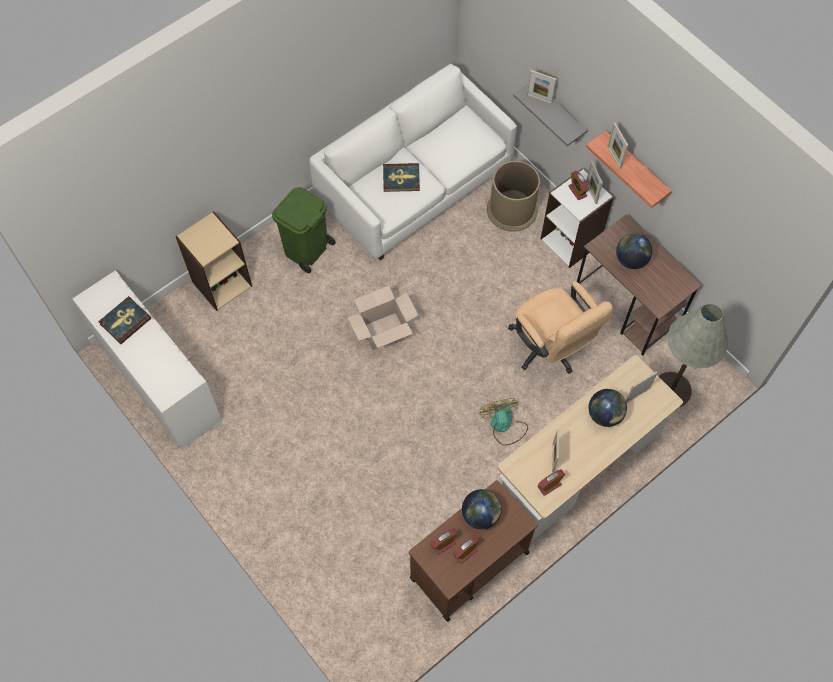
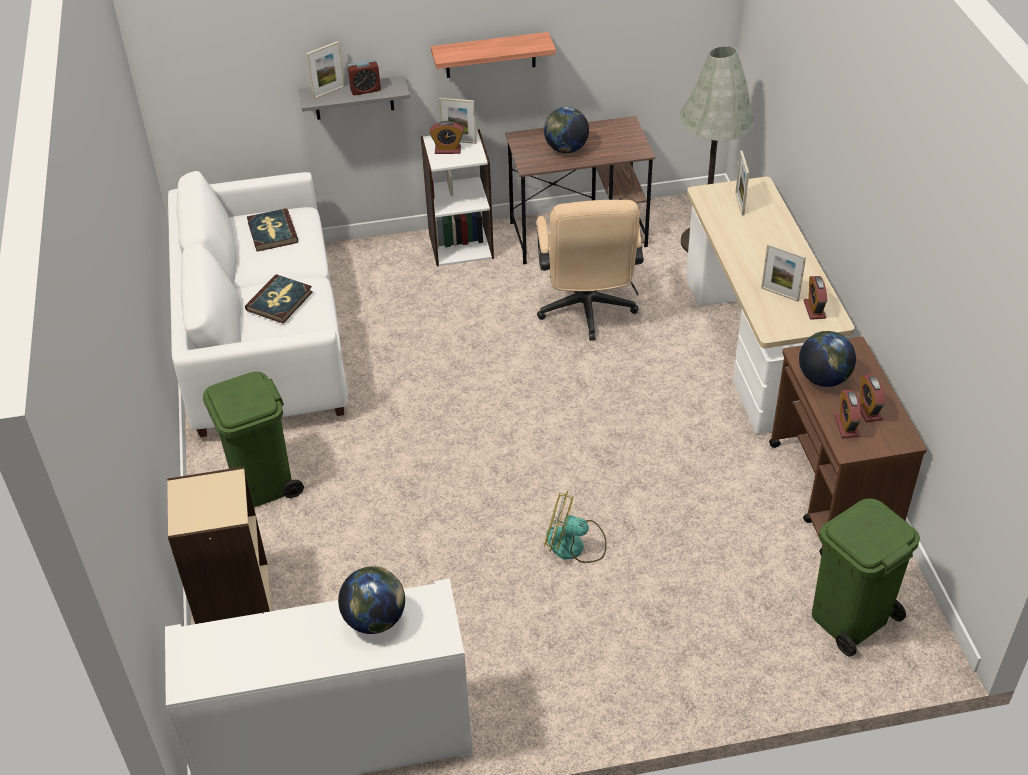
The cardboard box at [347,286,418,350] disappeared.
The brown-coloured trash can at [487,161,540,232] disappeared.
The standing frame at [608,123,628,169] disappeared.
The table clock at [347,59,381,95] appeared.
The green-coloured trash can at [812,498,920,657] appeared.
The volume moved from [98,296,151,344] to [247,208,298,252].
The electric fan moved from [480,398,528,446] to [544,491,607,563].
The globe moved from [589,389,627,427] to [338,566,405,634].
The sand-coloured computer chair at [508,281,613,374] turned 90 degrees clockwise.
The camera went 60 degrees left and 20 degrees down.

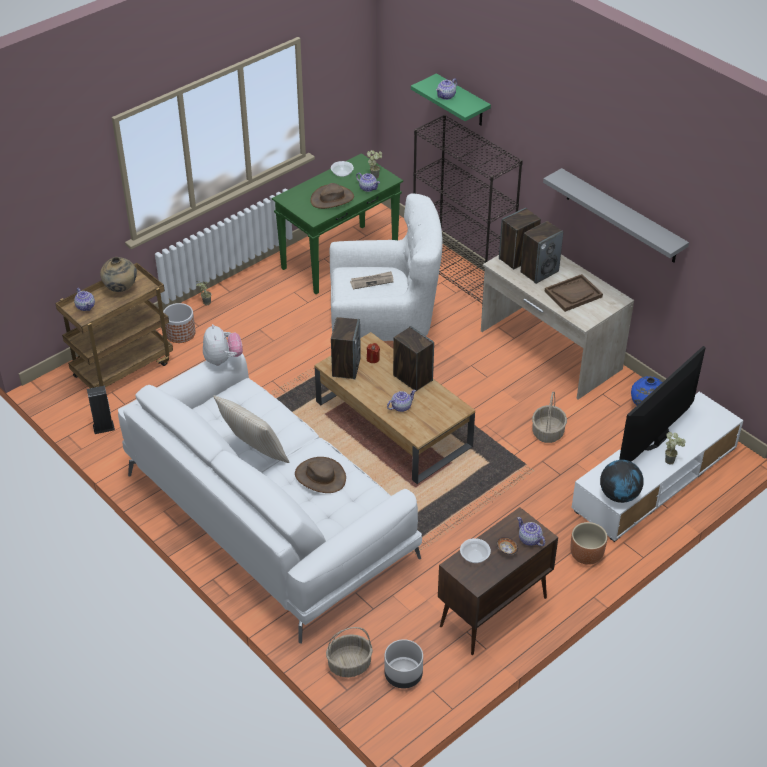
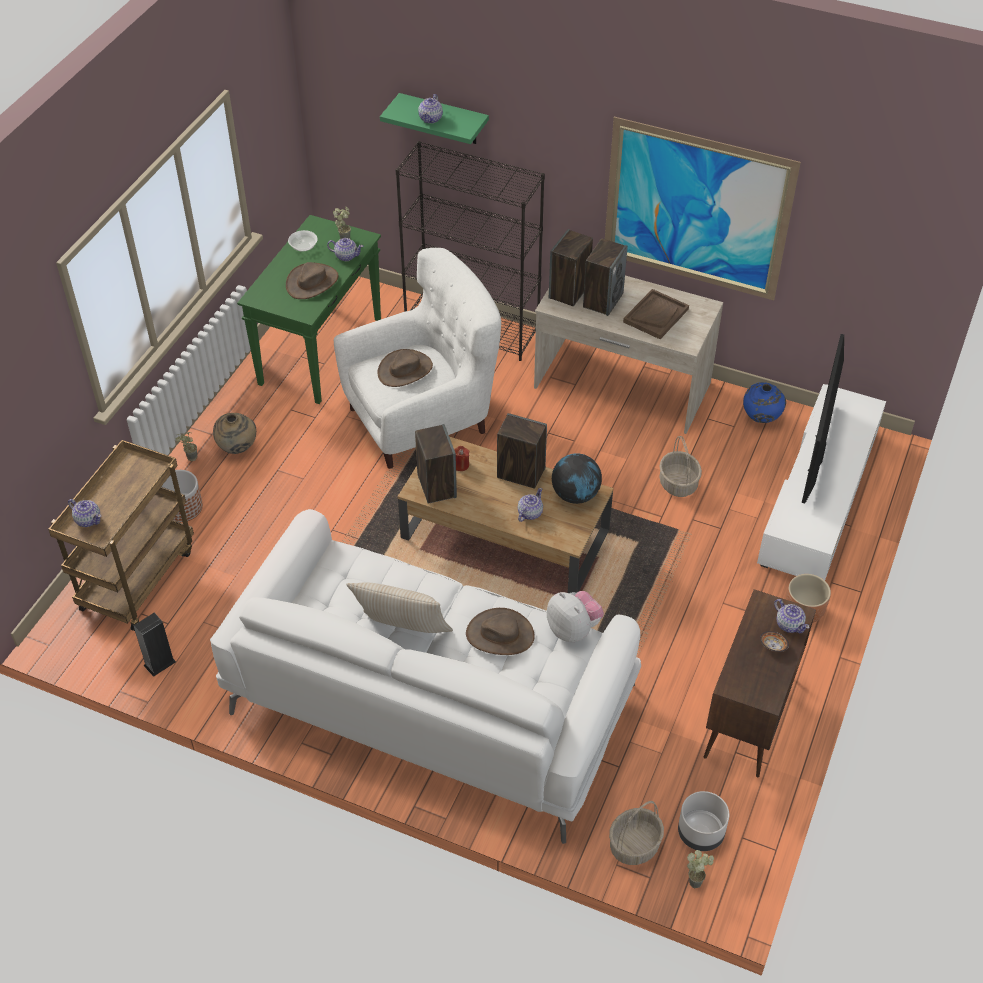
The bowl at [460,538,491,563] disappeared.
The sand-coloured flower vase moved from [100,257,137,292] to [213,413,256,454].
The cuddly toy moved from [203,324,243,366] to [547,591,604,642].
The globe moved from [600,460,644,503] to [552,453,602,504].
The potted plant moved from [665,432,686,464] to [687,850,714,888].
The printed paper at [350,271,393,289] was replaced by the brown-coloured hat at [378,349,433,387].
The gray shelf at [543,168,689,263] was replaced by the picture at [605,117,801,300].
The tea pot at [517,517,545,546] turned 150 degrees counterclockwise.
The camera went 25 degrees left and 5 degrees up.

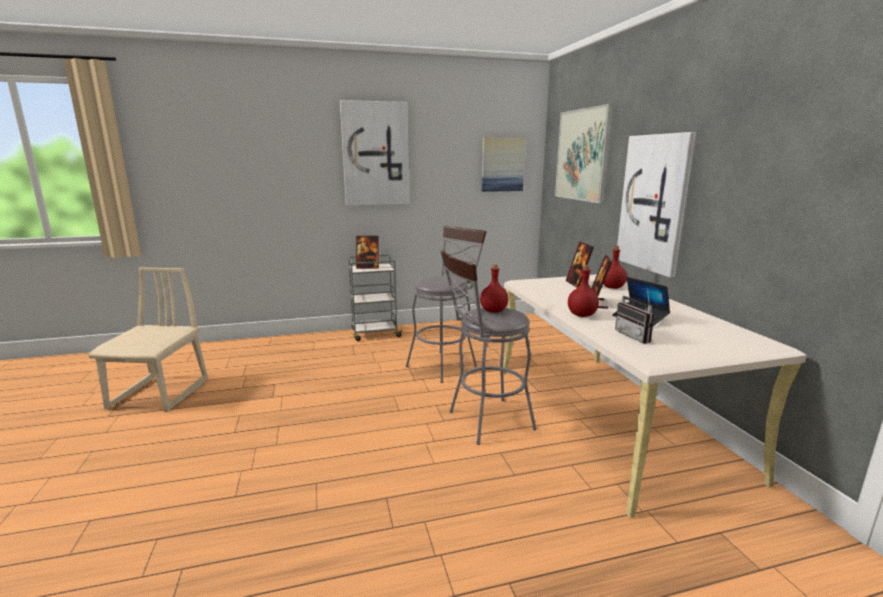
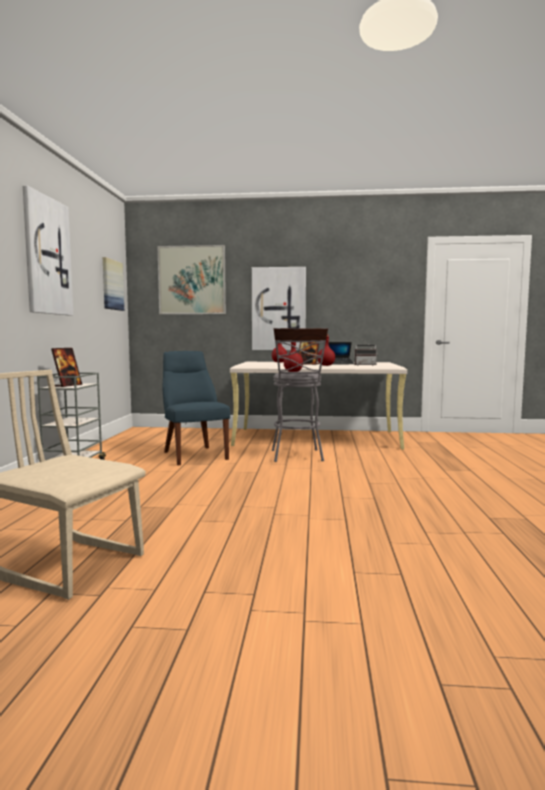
The standing frame at [565,241,594,288] disappeared.
The gray stool seat at [405,225,487,383] was replaced by the blue-coloured upright chair at [163,351,230,465].
The camera went 70 degrees left and 10 degrees down.

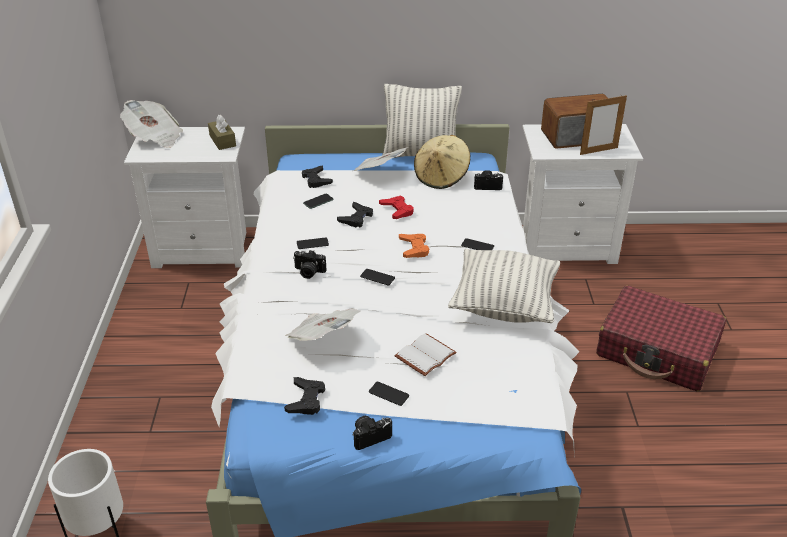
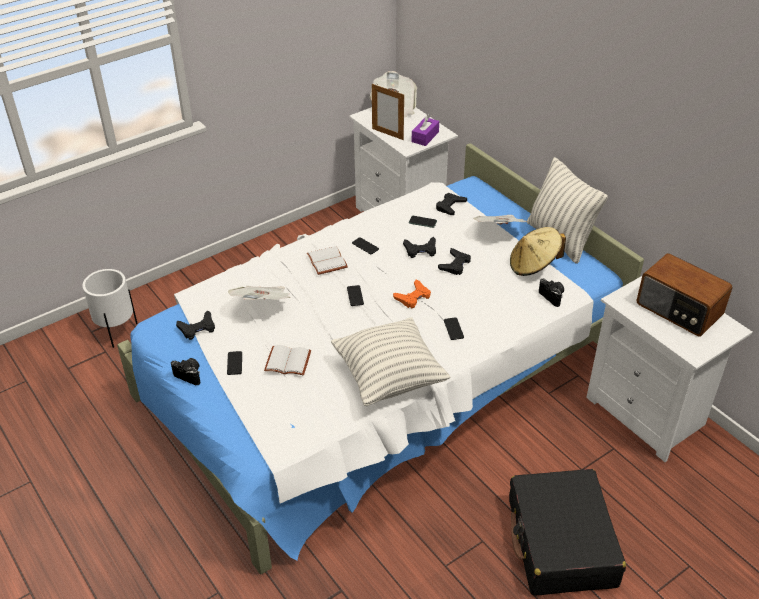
The standing frame moved from [580,95,627,155] to [372,84,404,140].
The photo camera at [293,250,327,279] was replaced by the white volume at [307,246,348,275].
The brown-coloured tissue box at [208,115,236,150] became the purple tissue box at [412,114,439,146].
The red joypad at [379,196,414,219] became the blackish joypad at [438,248,471,275].
The red travel case at [596,285,726,391] became the blackish travel case at [509,469,626,596].
The camera went 55 degrees right and 5 degrees up.

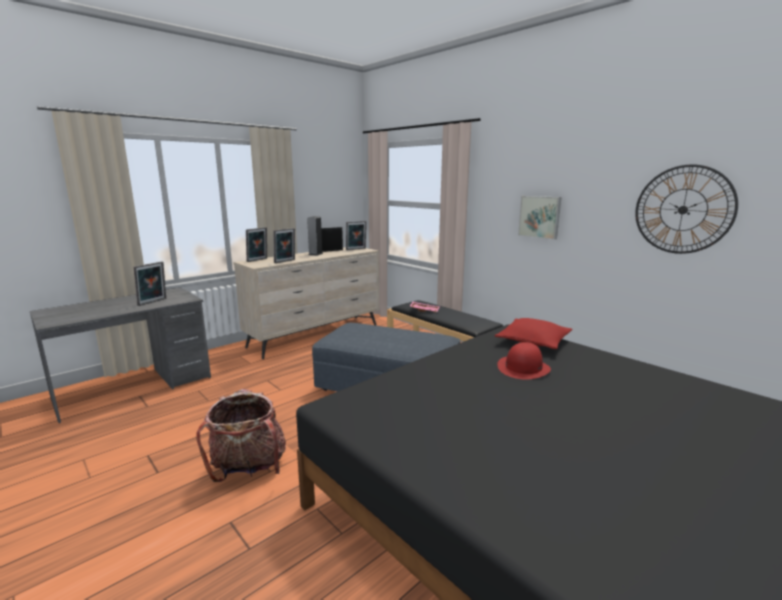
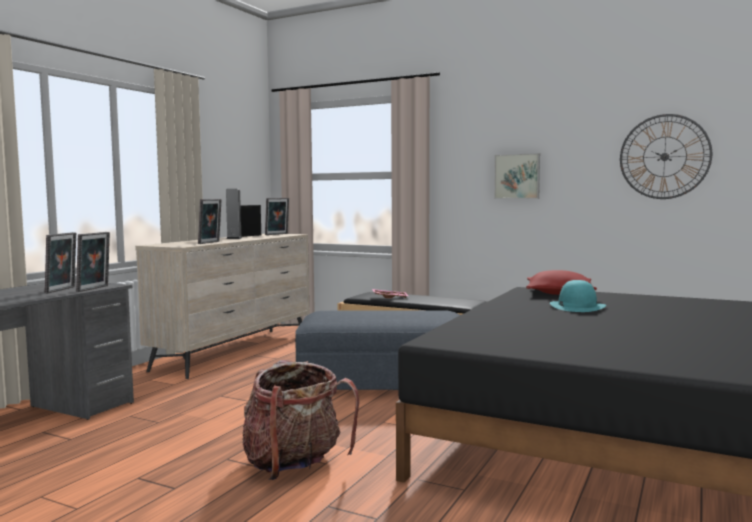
The standing frame moved from [246,227,267,262] to [76,232,110,292].
The red hat at [497,342,551,379] became the turquoise-coloured hat at [550,280,606,312].
The camera went 20 degrees left and 10 degrees down.

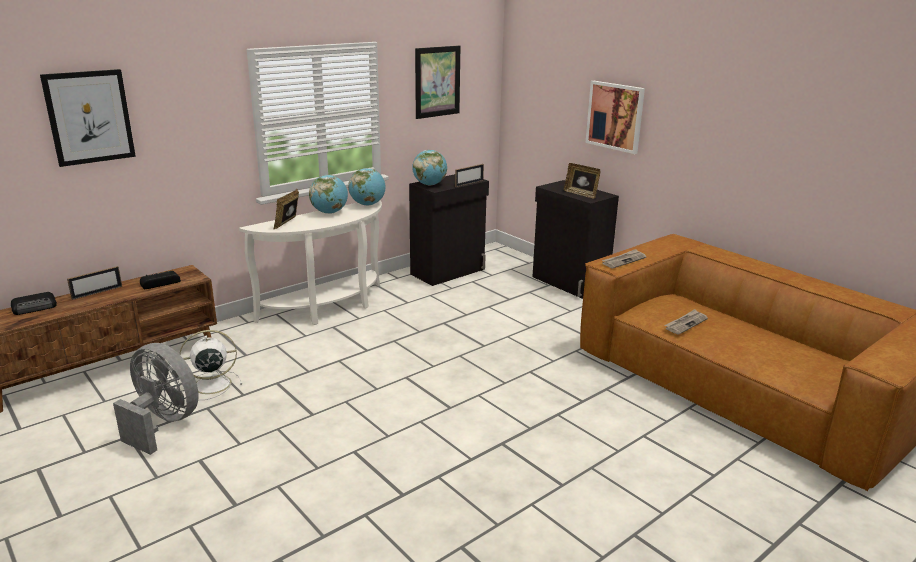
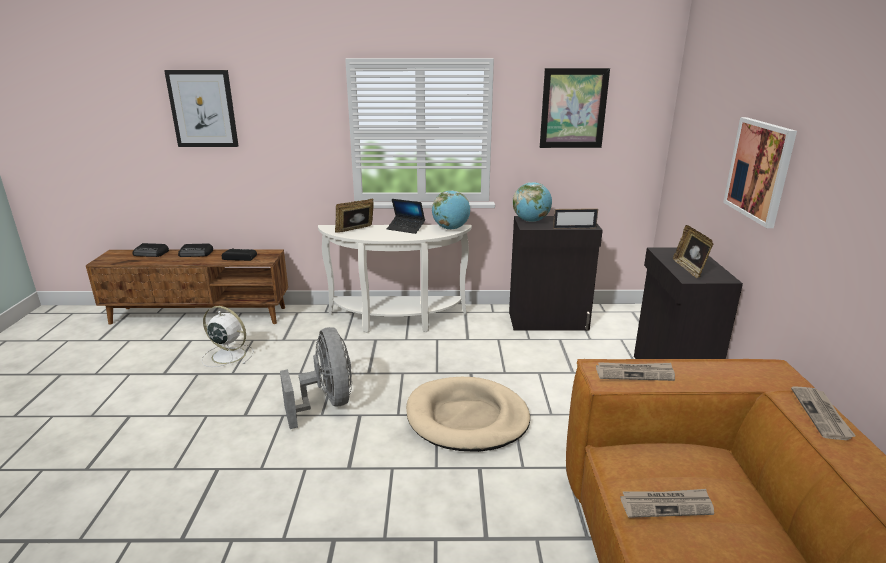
The sand-coloured pet bed at [406,377,530,452] appeared.
The printed paper at [791,387,856,440] appeared.
The gray electric fan moved from [113,343,199,455] to [280,327,352,429].
The standing frame at [67,266,122,300] was replaced by the radio at [178,244,213,257].
The globe at [309,175,348,214] was replaced by the portable computer at [387,199,425,234].
The camera went 40 degrees right and 0 degrees up.

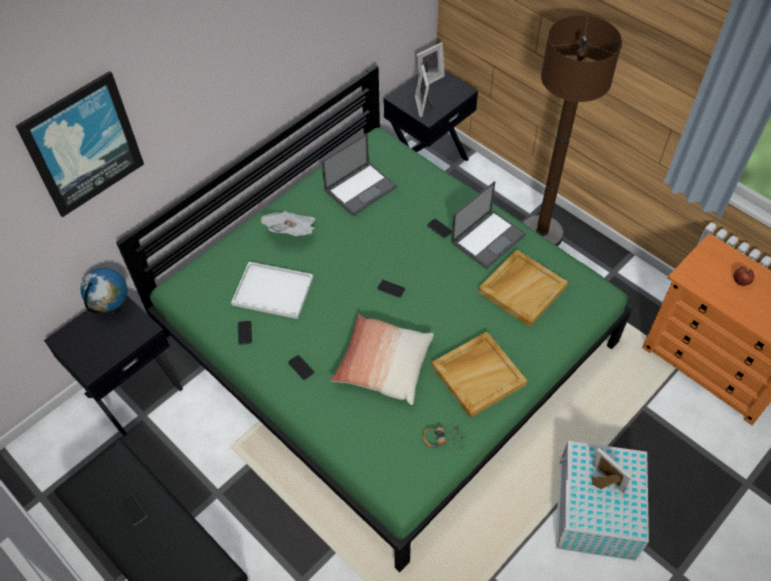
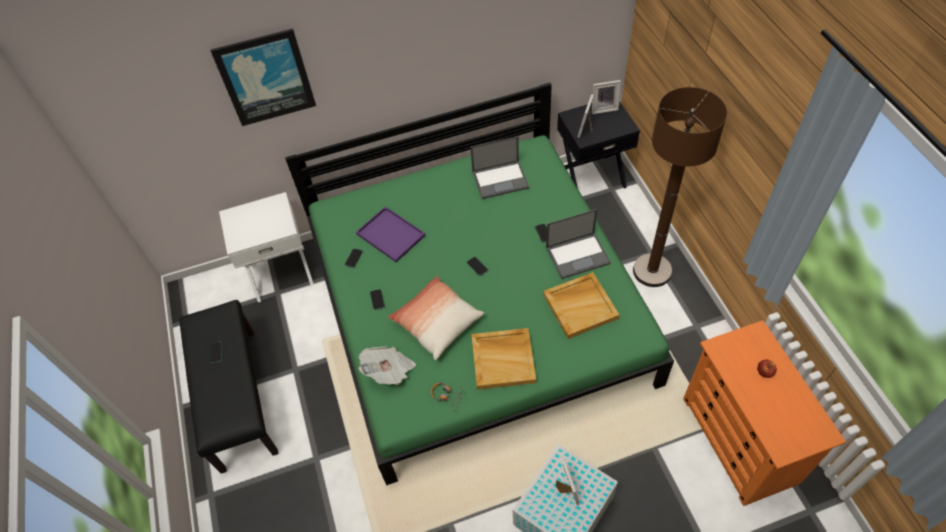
The globe at [80,268,127,314] disappeared.
The printed paper moved from [261,211,315,236] to [358,347,416,385].
The blackish bedside table at [44,295,183,436] became the white bedside table at [219,192,314,302].
The white serving tray at [231,262,313,319] became the purple serving tray at [356,206,426,262].
The camera went 30 degrees right and 0 degrees up.

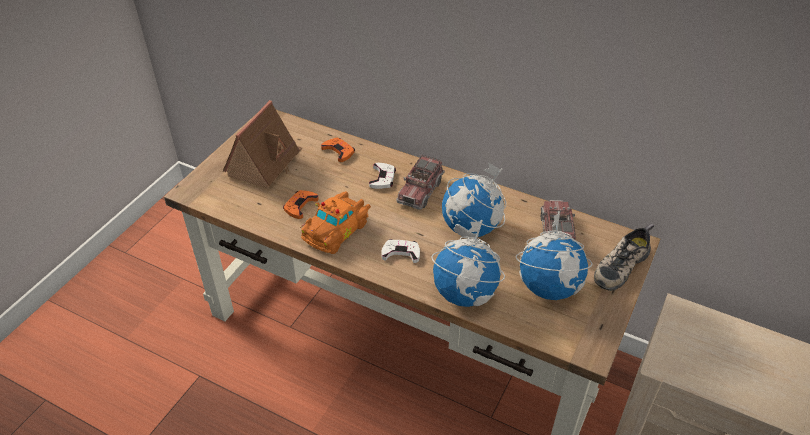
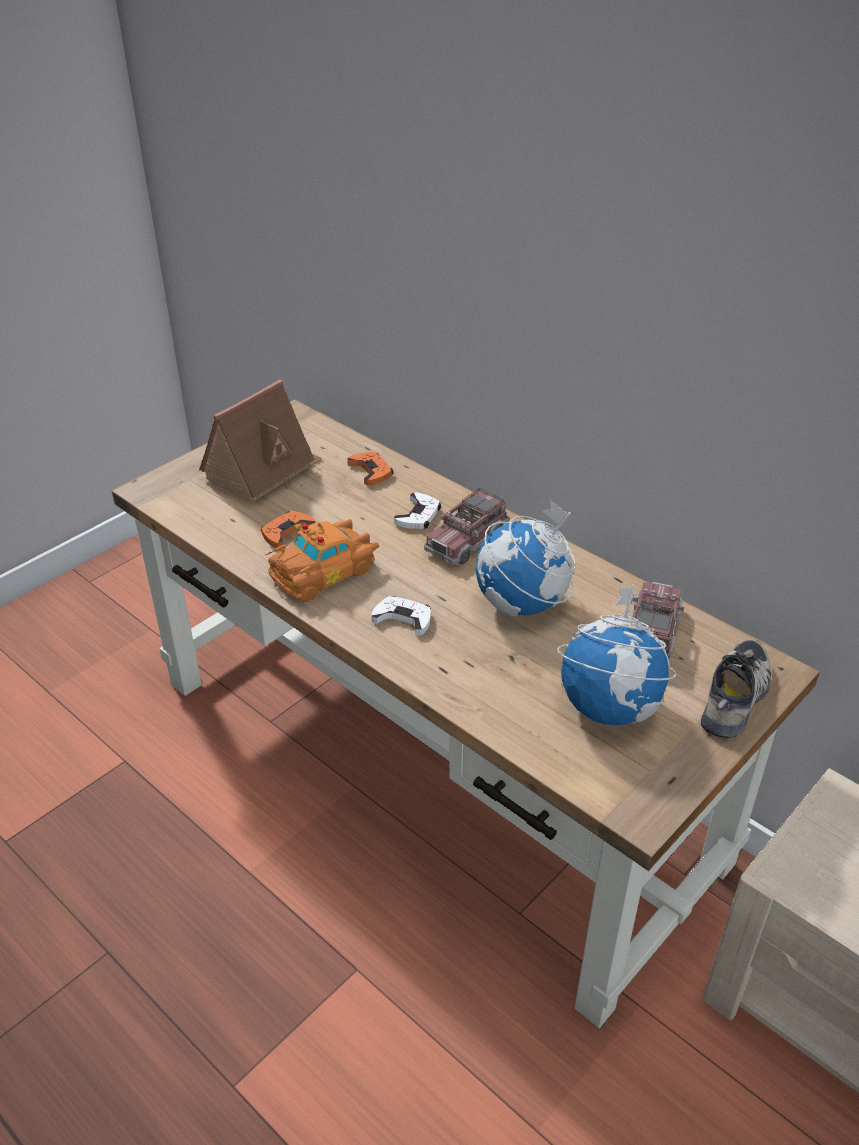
The globe at [431,220,505,307] disappeared.
The item of footwear at [594,224,654,291] turned 150 degrees clockwise.
The camera went 15 degrees right and 5 degrees down.

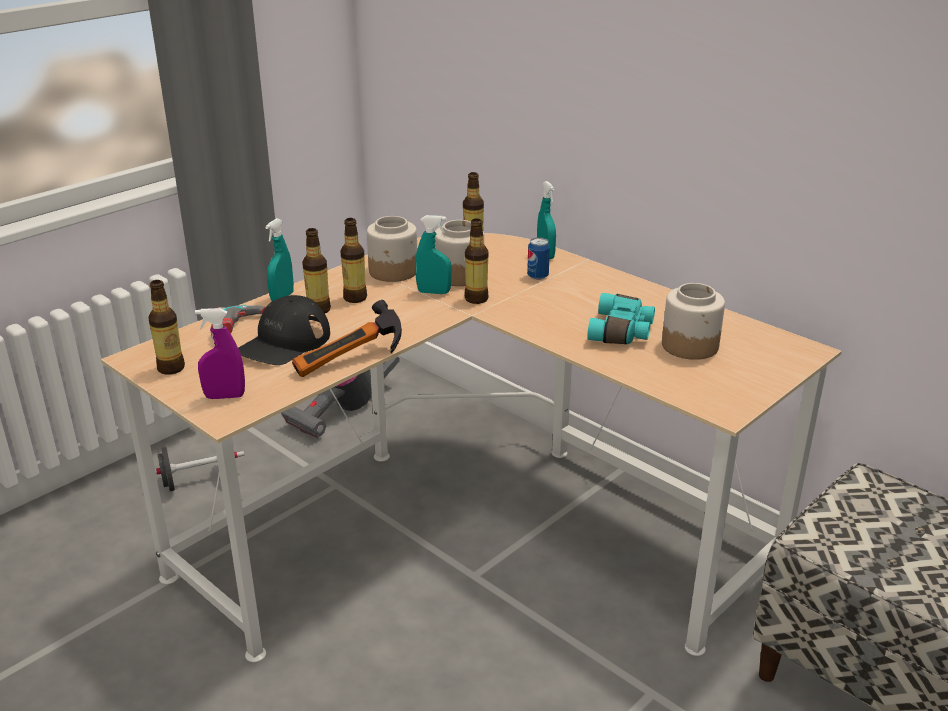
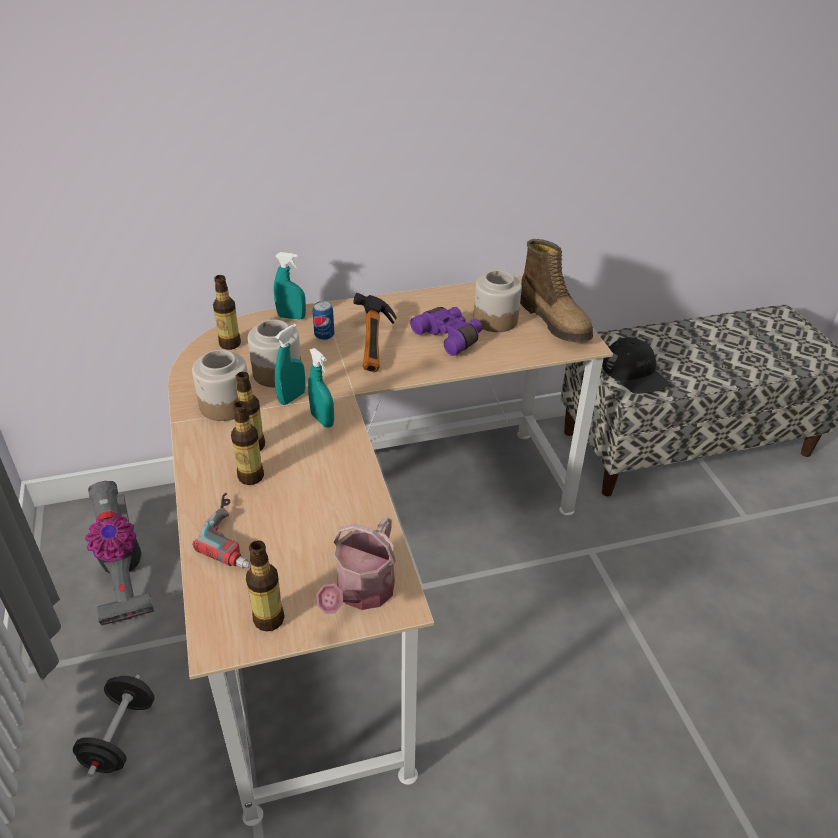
The beverage bottle at [465,218,488,304] disappeared.
The boot at [520,239,593,342] appeared.
The blackish cap moved from [238,295,330,365] to [602,337,669,394].
The turquoise-coloured hand sprayer moved from [265,218,294,301] to [308,348,334,428].
The hand hammer moved from [292,300,402,377] to [353,293,397,372].
The purple hand sprayer at [195,308,245,399] was replaced by the sprinkling can at [316,516,396,614].
The turquoise-coloured pair of binoculars at [587,293,655,344] became the purple pair of binoculars at [410,307,482,356].
The camera went 60 degrees left and 10 degrees up.

